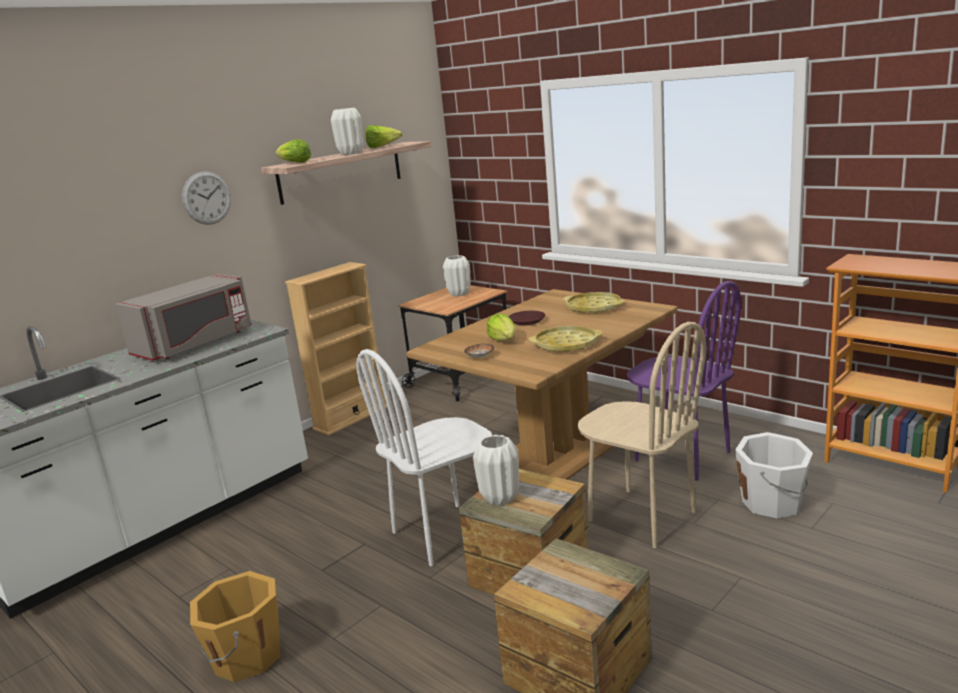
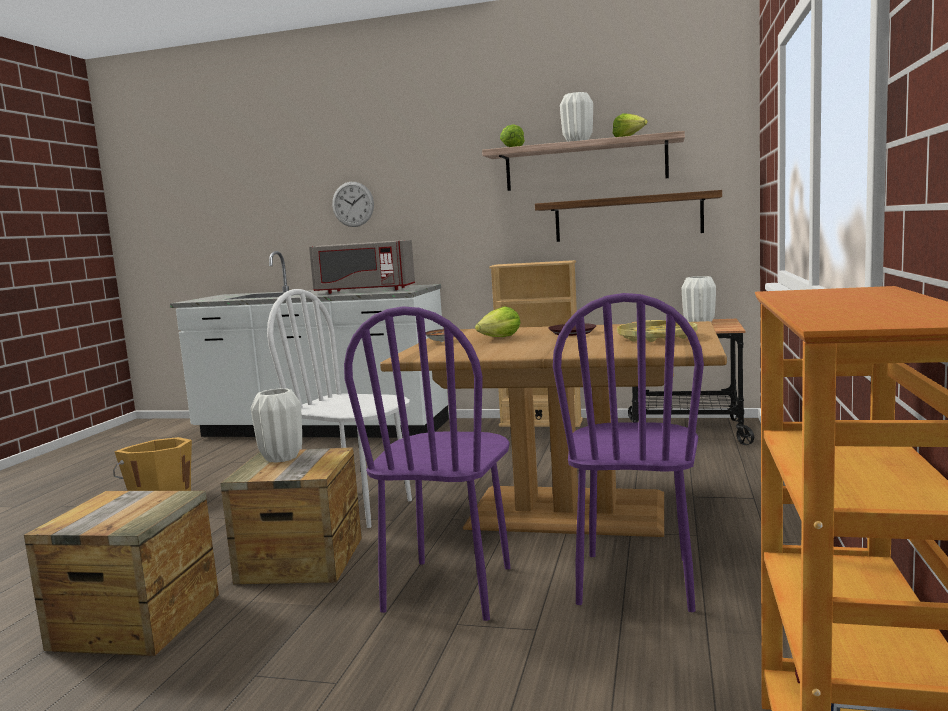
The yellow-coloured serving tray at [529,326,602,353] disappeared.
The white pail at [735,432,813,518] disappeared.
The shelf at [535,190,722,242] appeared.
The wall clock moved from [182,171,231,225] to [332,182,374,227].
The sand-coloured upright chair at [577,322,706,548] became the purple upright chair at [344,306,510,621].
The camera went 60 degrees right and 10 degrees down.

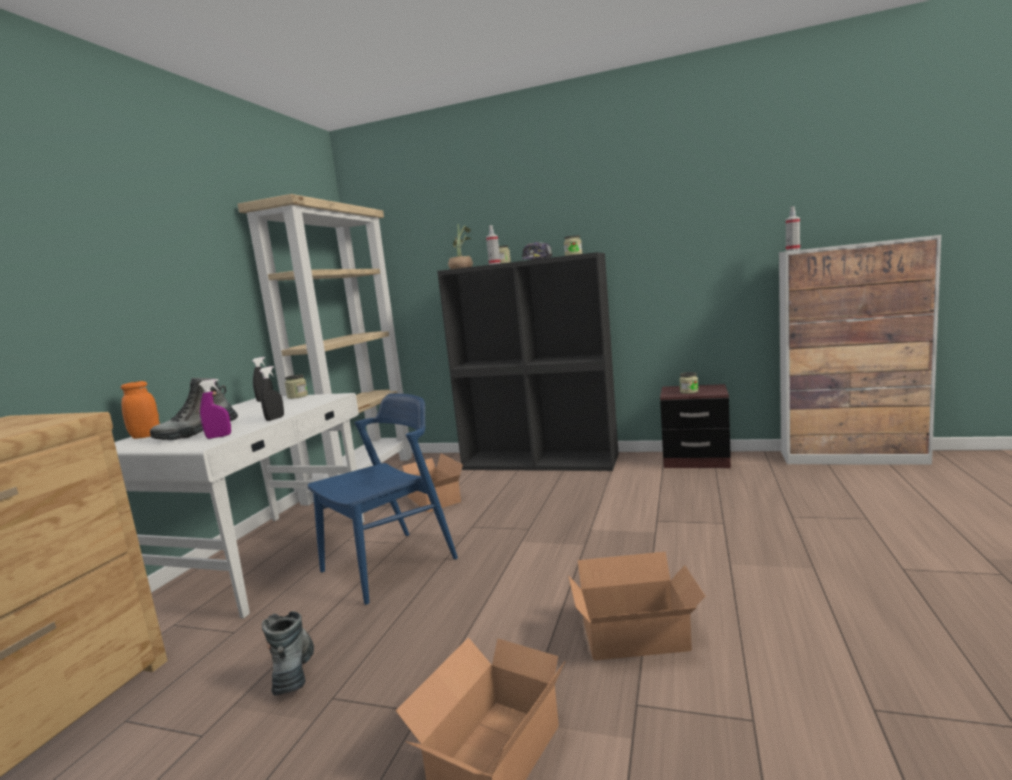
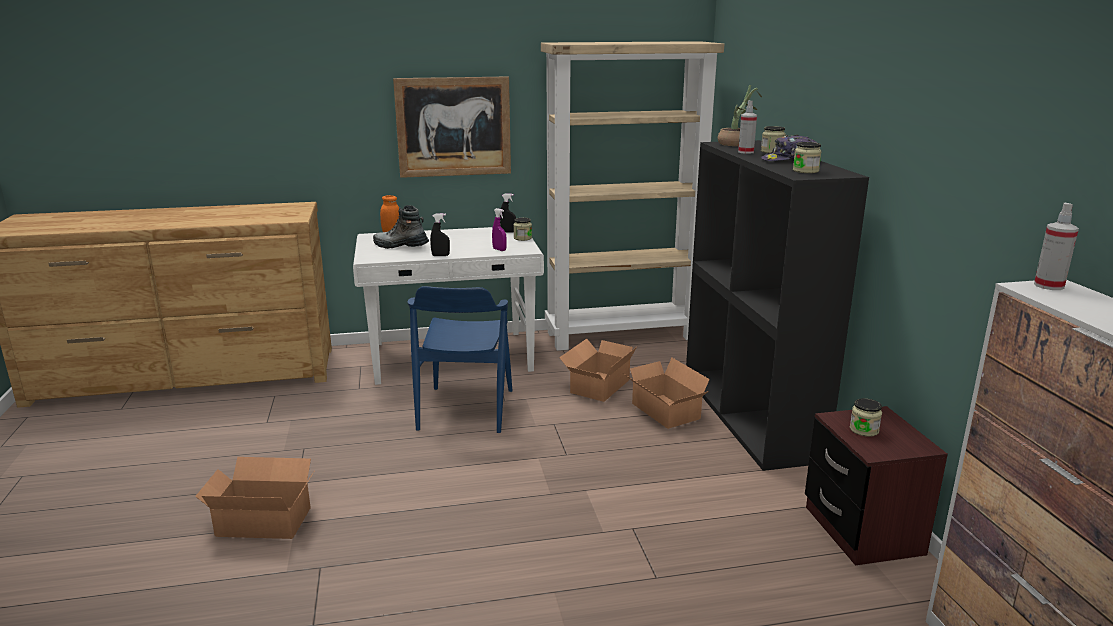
The boot at [262,611,314,696] disappeared.
The picture at [393,76,511,178] appeared.
The purple hand sprayer moved from [199,379,231,439] to [492,208,507,251].
The cardboard box moved from [568,551,705,661] to [623,358,710,429].
The blue-coloured upright chair at [308,393,458,605] turned 75 degrees clockwise.
The camera went 60 degrees right and 10 degrees up.

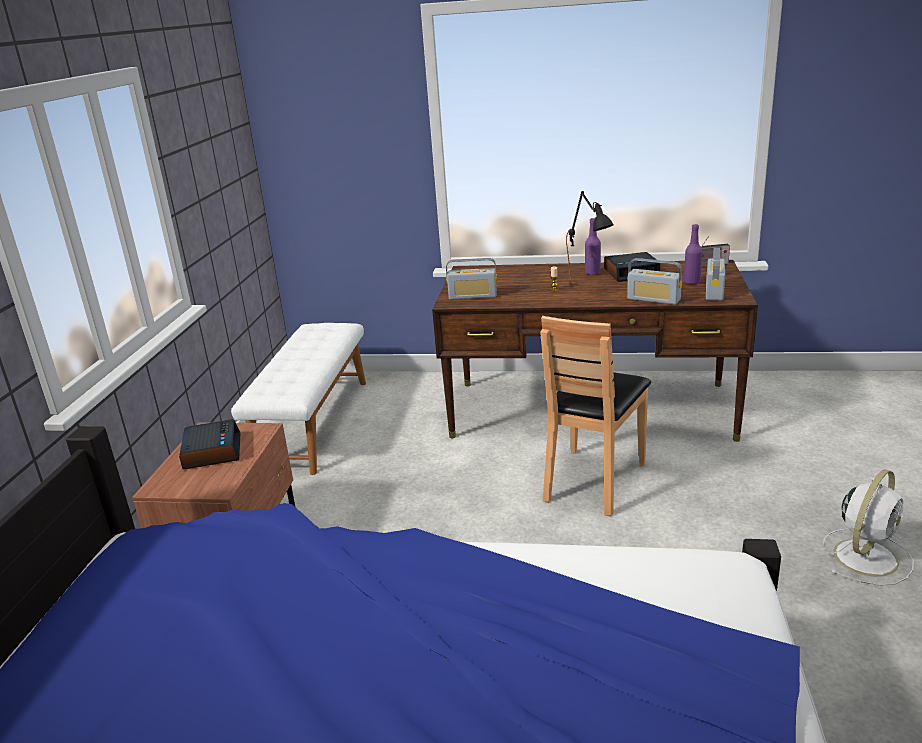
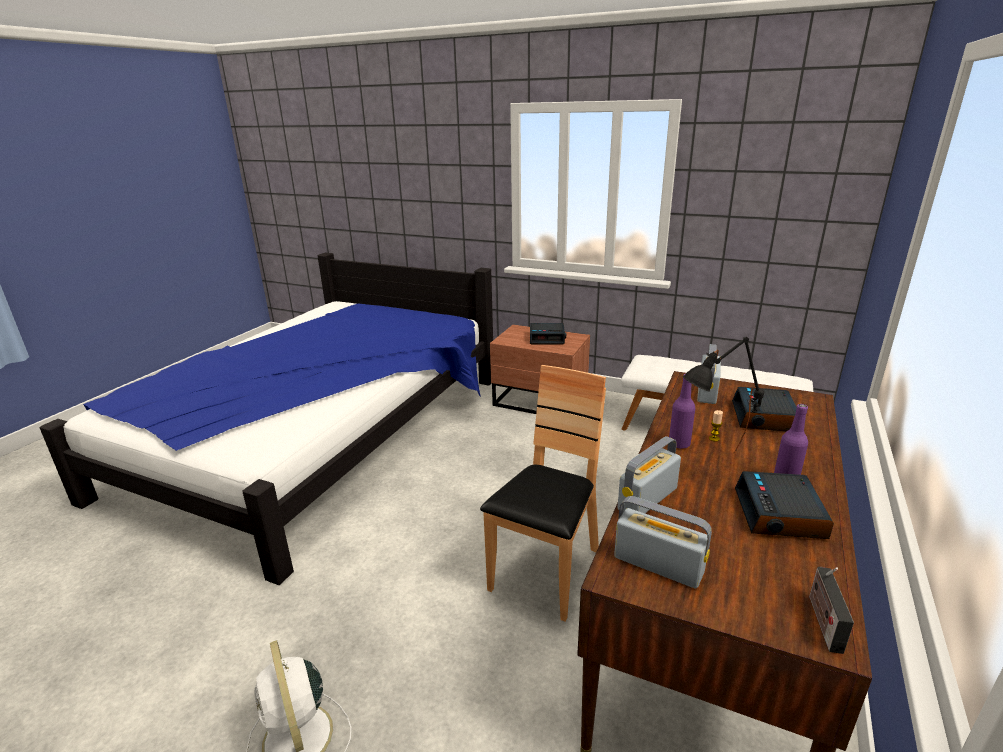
The table clock at [732,387,797,431] appeared.
The purple beverage bottle moved from [684,224,702,284] to [669,374,695,449].
The brown-coloured upright chair at [540,316,651,516] turned 75 degrees clockwise.
The camera went 105 degrees right and 0 degrees up.

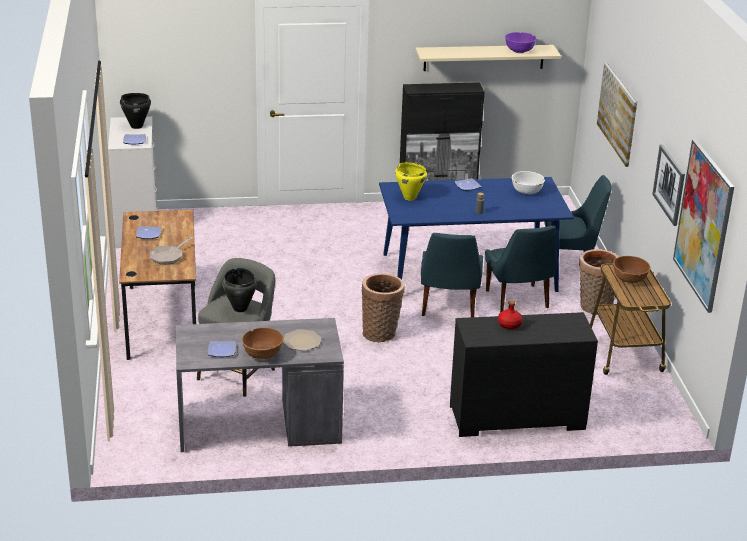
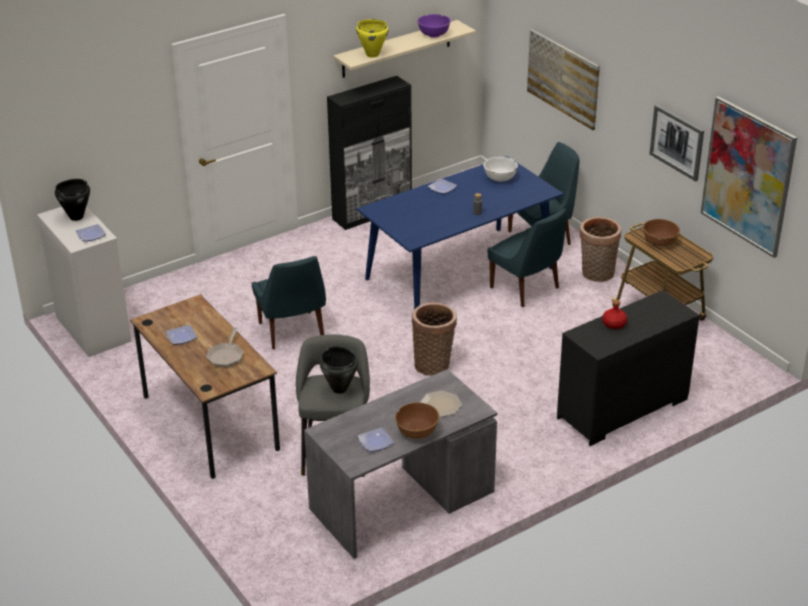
The yellow-coloured stockpot moved from [395,162,427,200] to [356,19,389,58].
The blue-coloured upright chair moved from [421,233,483,317] to [251,256,326,349].
The camera went 25 degrees left and 5 degrees up.

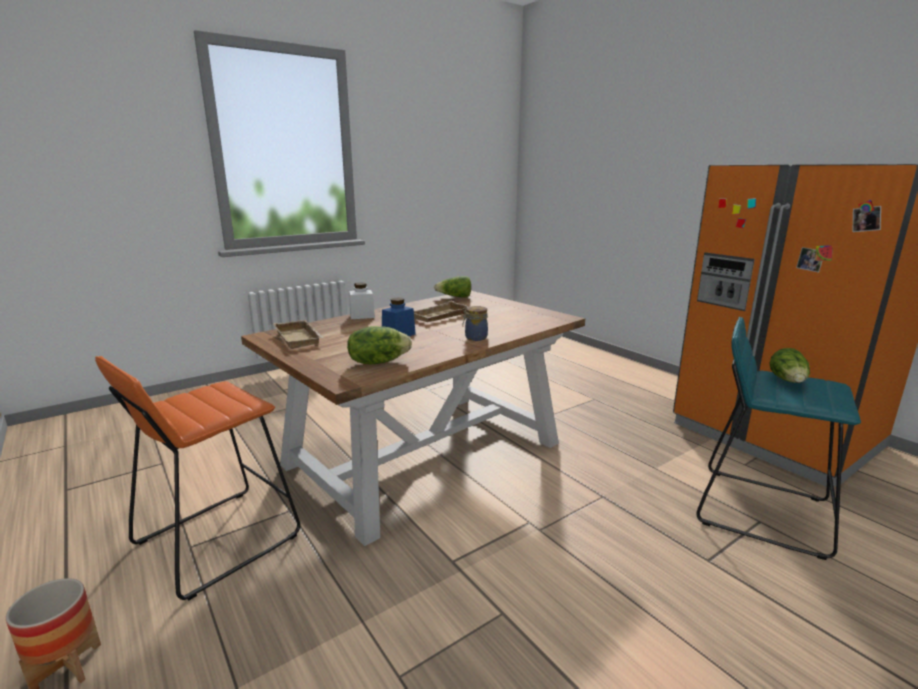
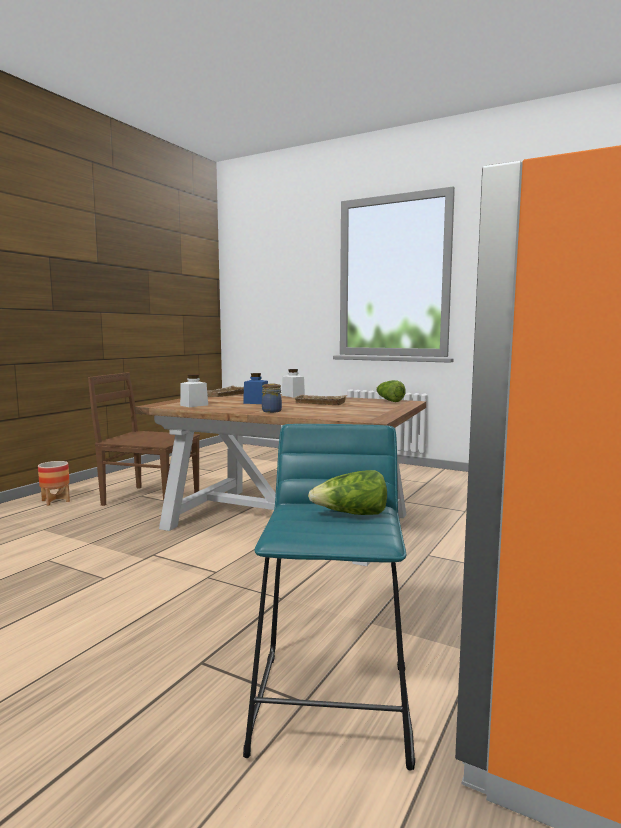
The orange stool seat at [95,356,300,601] was replaced by the brown-coloured upright chair at [88,372,200,506].
The head of lettuce at [347,326,412,365] was replaced by the white jar at [180,374,208,407].
The camera went 65 degrees right and 10 degrees down.

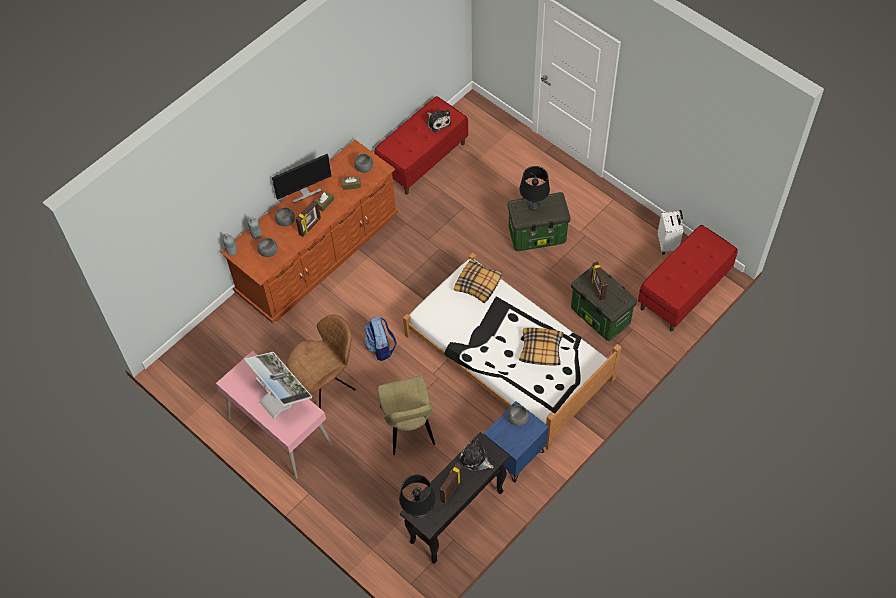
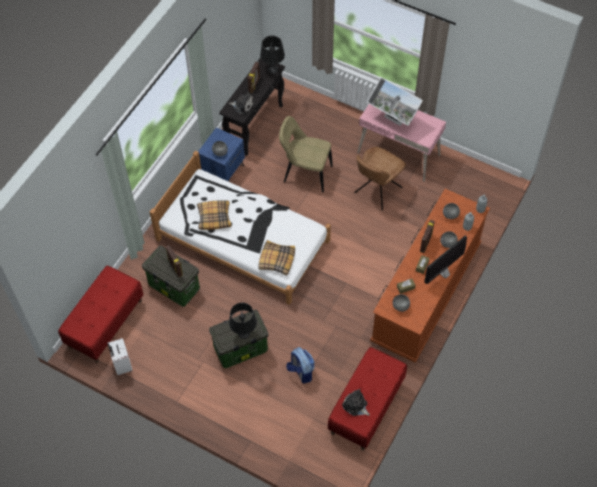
The knapsack moved from [364,317,397,361] to [286,347,315,383].
The sand-coloured upright chair at [378,376,435,455] turned 45 degrees counterclockwise.
The camera went 165 degrees right and 0 degrees up.

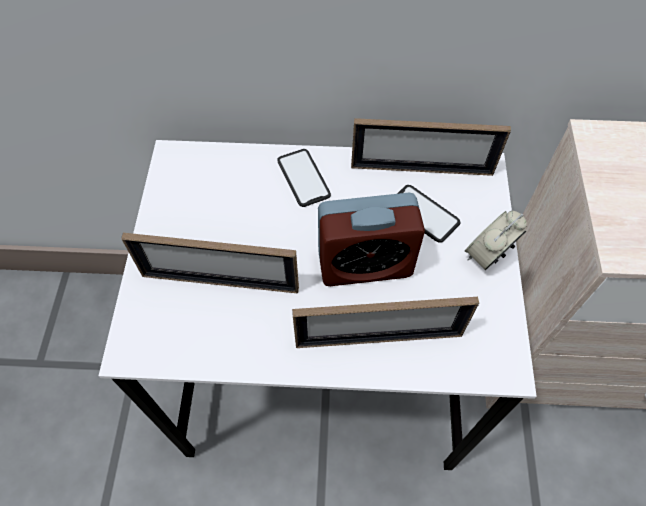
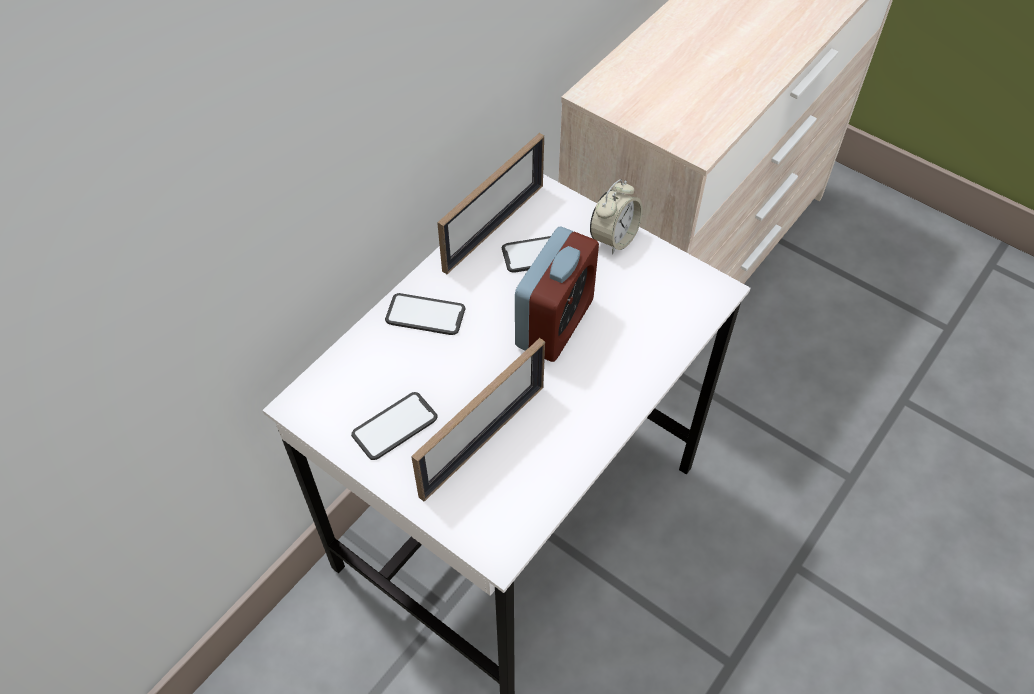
The standing frame at [292,297,479,348] disappeared.
The telephone at [351,392,438,460] appeared.
The table clock at [465,211,527,270] turned 135 degrees counterclockwise.
The camera went 55 degrees left and 5 degrees down.

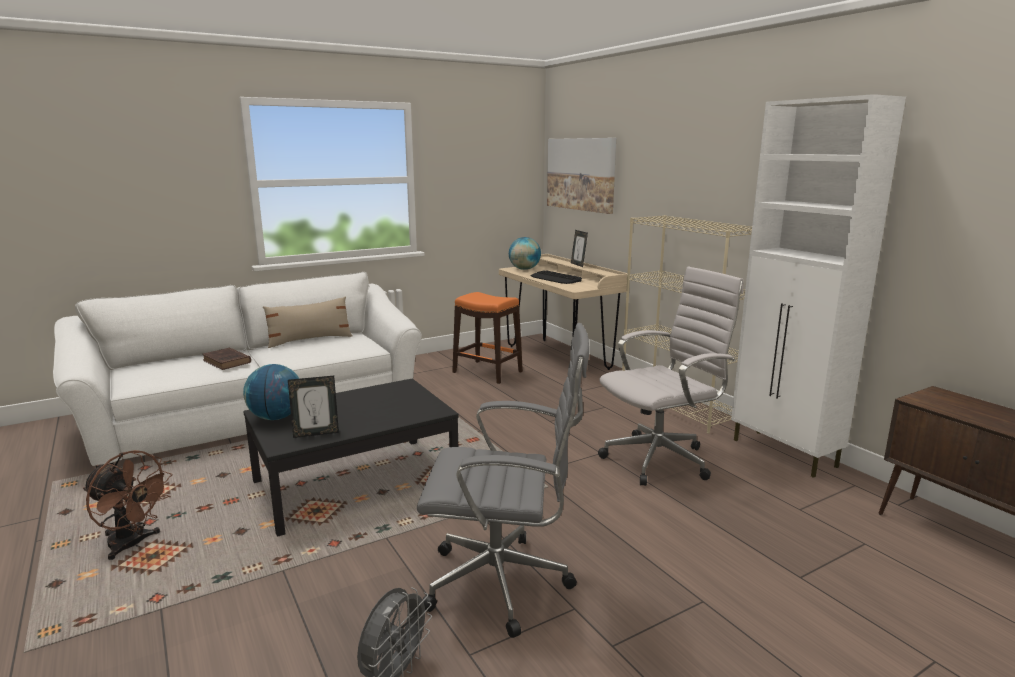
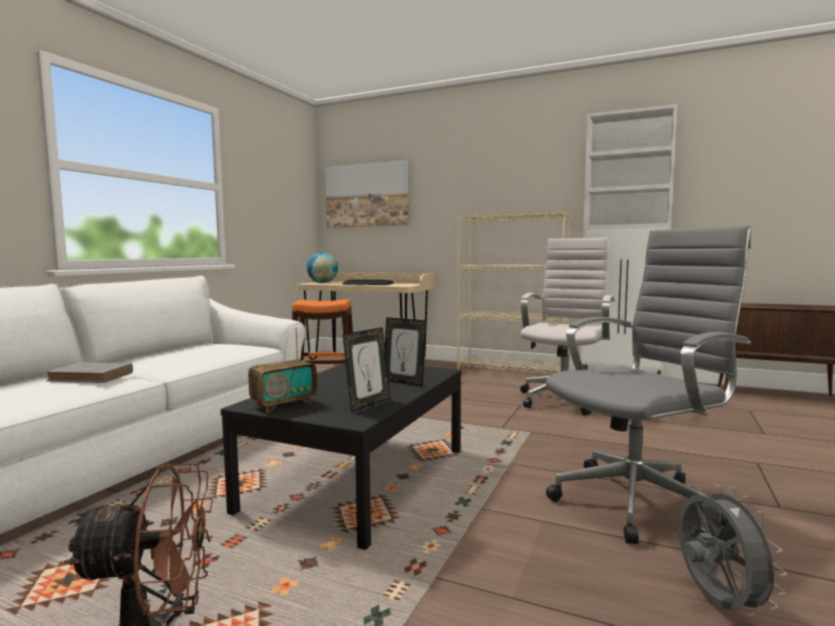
The sand-coloured cushion at [263,297,353,348] disappeared.
The standing frame moved from [571,230,588,267] to [385,317,427,387].
The globe at [243,364,299,420] was replaced by the radio at [248,328,317,413].
The brown-coloured volume at [202,348,251,370] became the gray volume at [46,362,133,383].
The camera went 35 degrees left and 10 degrees down.

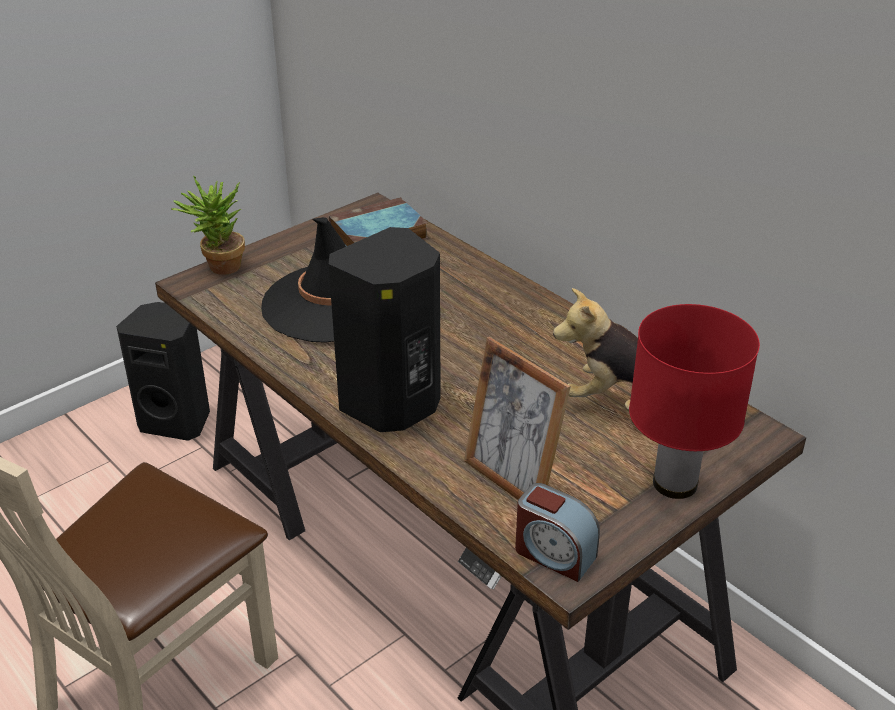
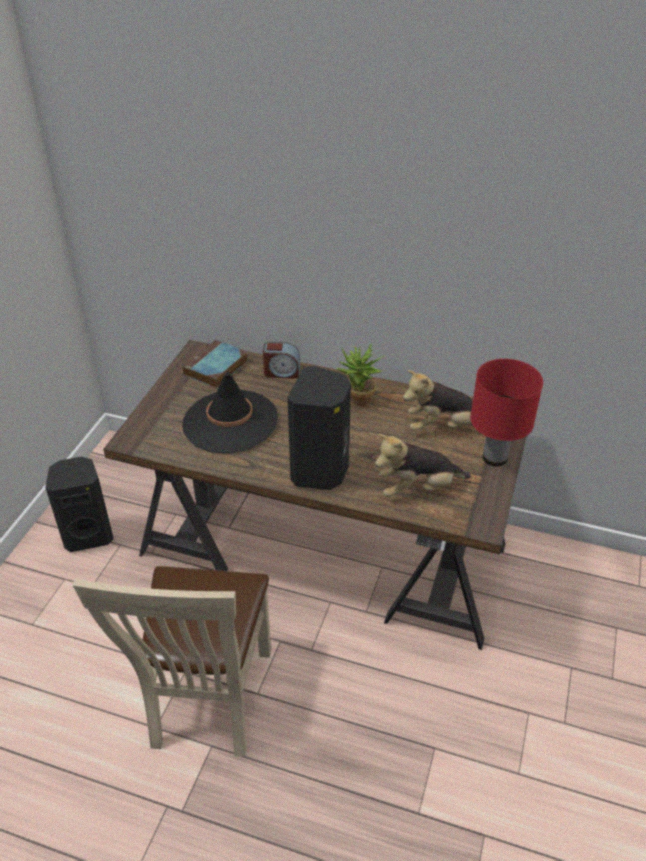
The potted plant moved from [171,175,245,275] to [337,343,384,406].
The table clock moved from [515,483,600,582] to [263,342,300,379].
The standing frame at [464,337,571,500] was replaced by the cuddly toy at [375,434,471,497].
The camera went 30 degrees left and 5 degrees up.

